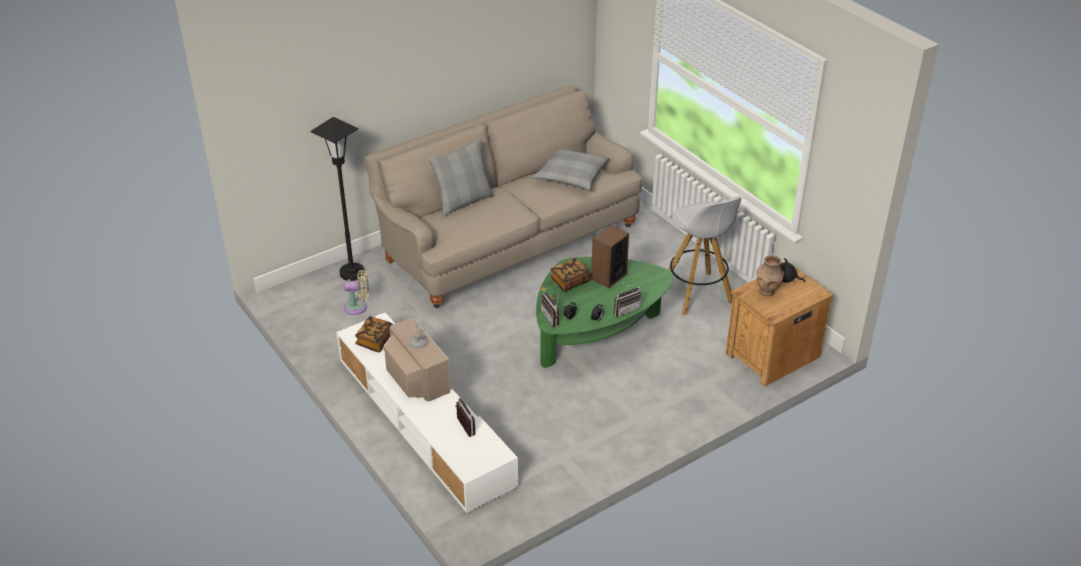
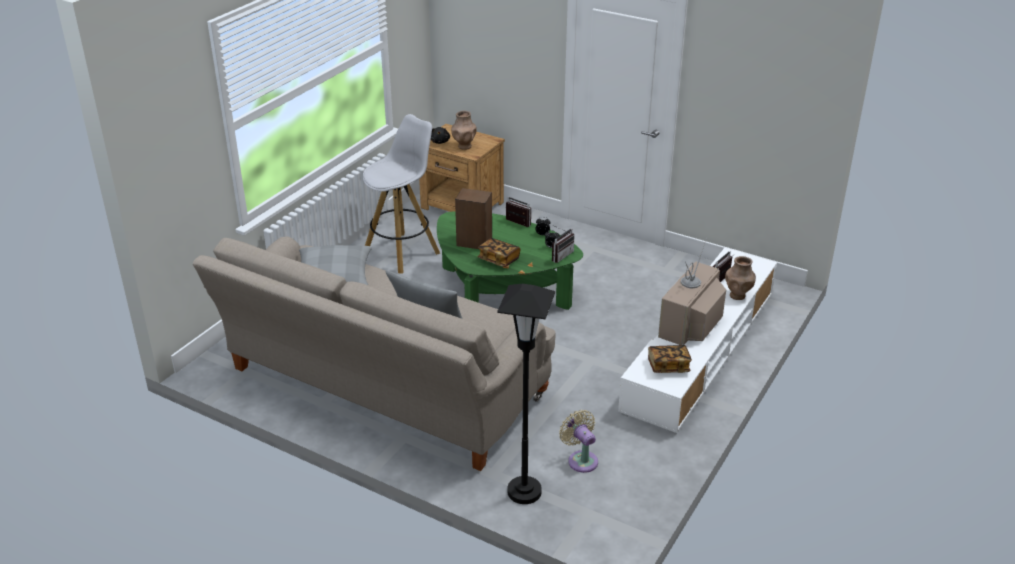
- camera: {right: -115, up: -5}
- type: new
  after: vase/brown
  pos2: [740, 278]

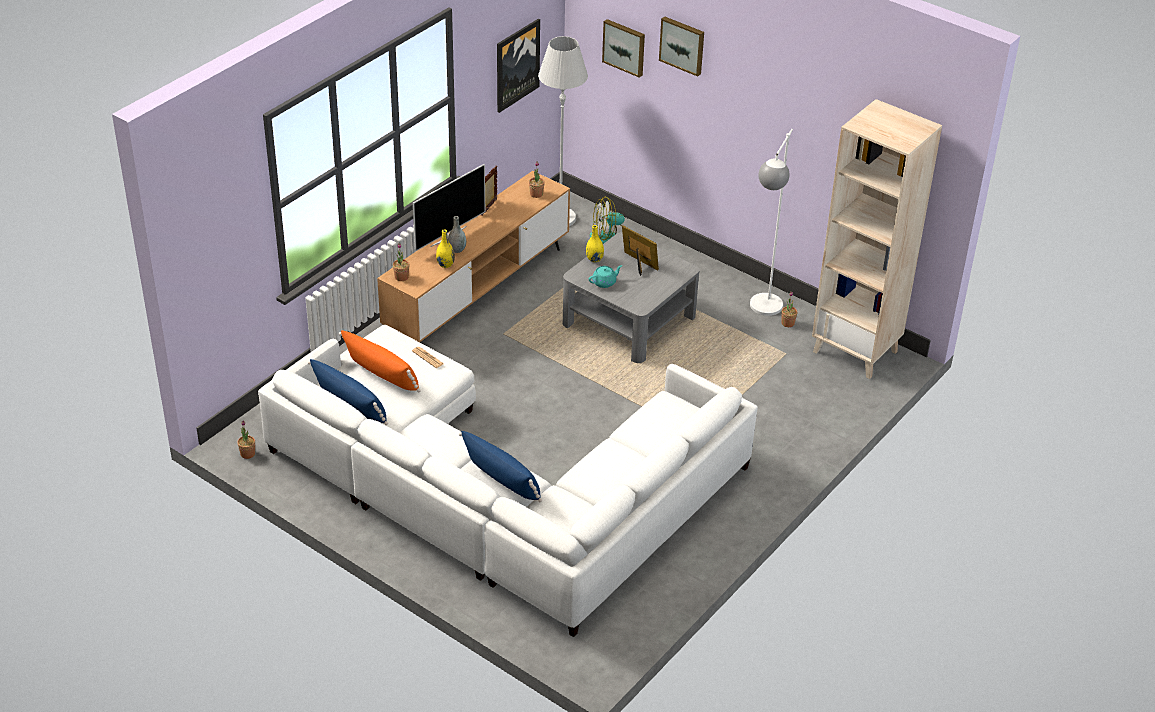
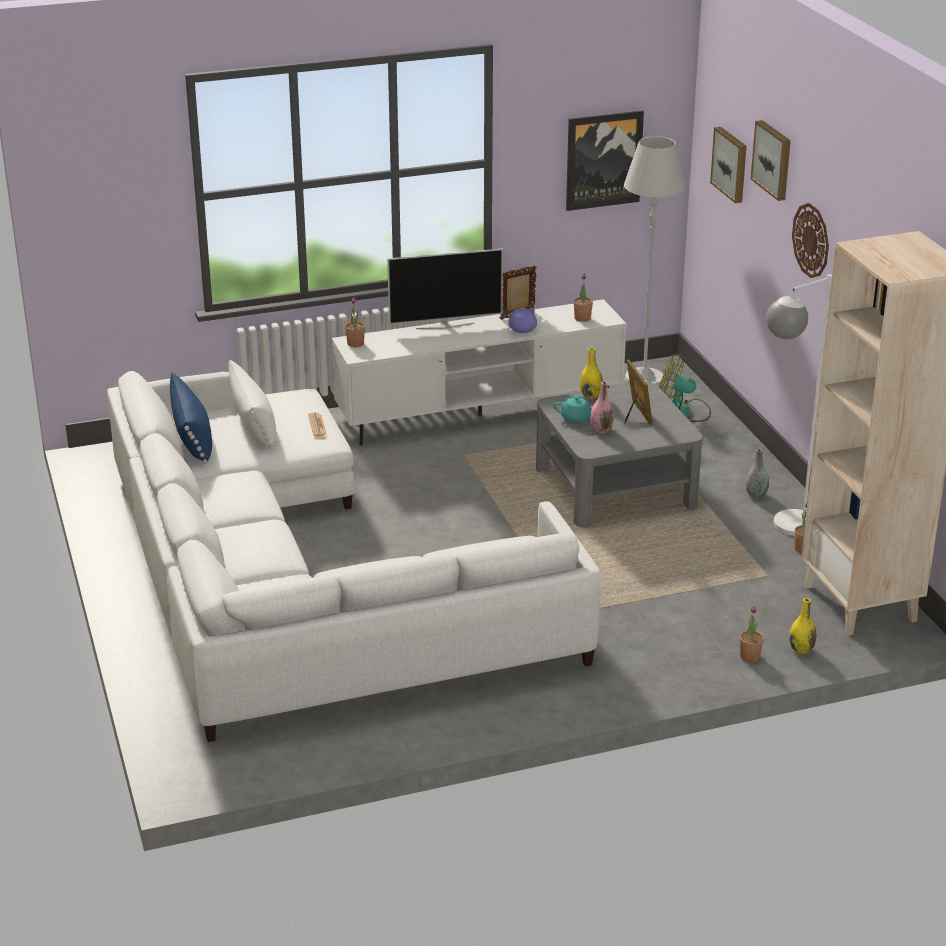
- camera: {right: 35, up: -10}
- type: shifted
  before: potted plant
  pos1: [246, 439]
  pos2: [751, 634]
- type: repainted
  before: pillow/orange
  after: pillow/white
  pos1: [380, 361]
  pos2: [252, 404]
- type: repainted
  before: tv stand/brown
  after: tv stand/white
  pos1: [473, 257]
  pos2: [479, 372]
- type: shifted
  before: vase/yellow
  pos1: [445, 248]
  pos2: [803, 626]
- type: shifted
  before: vase/grey
  pos1: [457, 234]
  pos2: [757, 473]
- type: gone
  before: pillow/blue
  pos1: [500, 466]
- type: new
  after: teapot/purple
  pos2: [522, 320]
- type: new
  after: vase/pink
  pos2: [602, 407]
- type: new
  after: wall clock
  pos2: [810, 240]

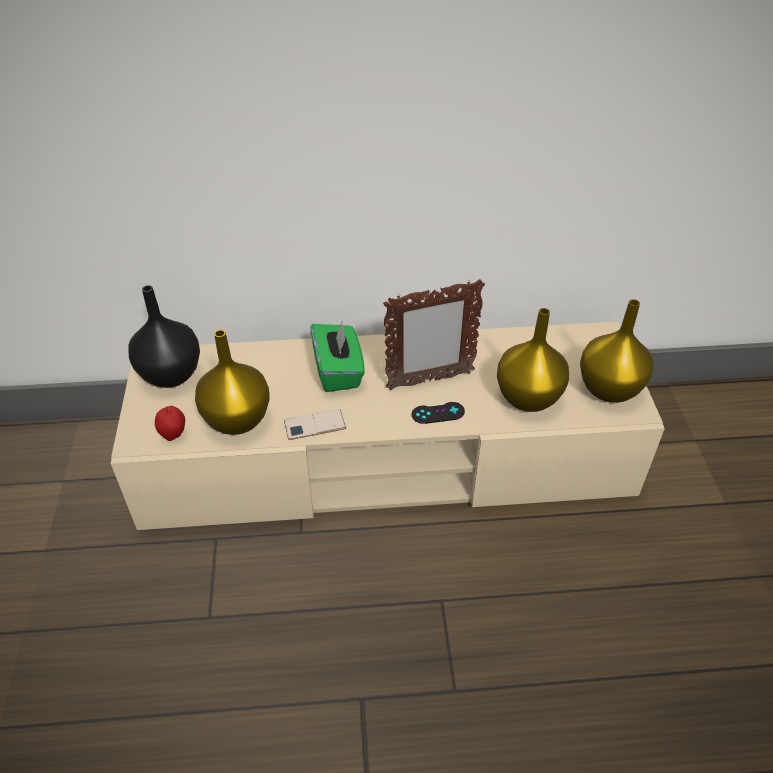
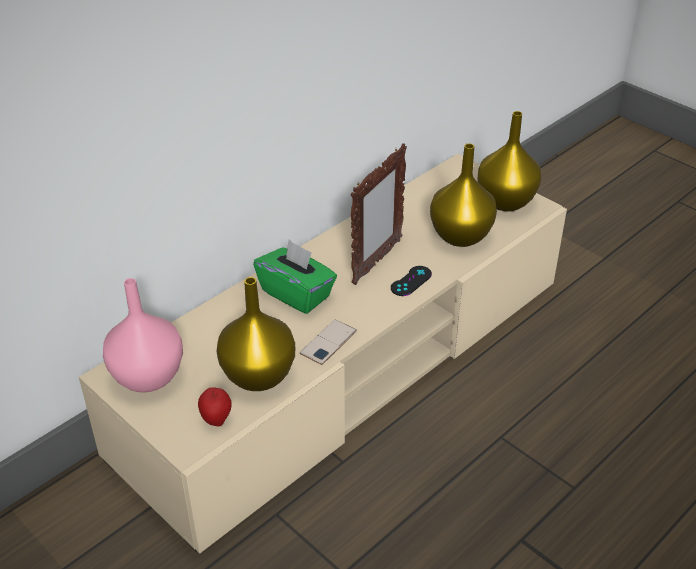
- camera: {right: -40, up: -5}
- type: repainted
  before: vase/black
  after: vase/pink
  pos1: [164, 336]
  pos2: [143, 335]

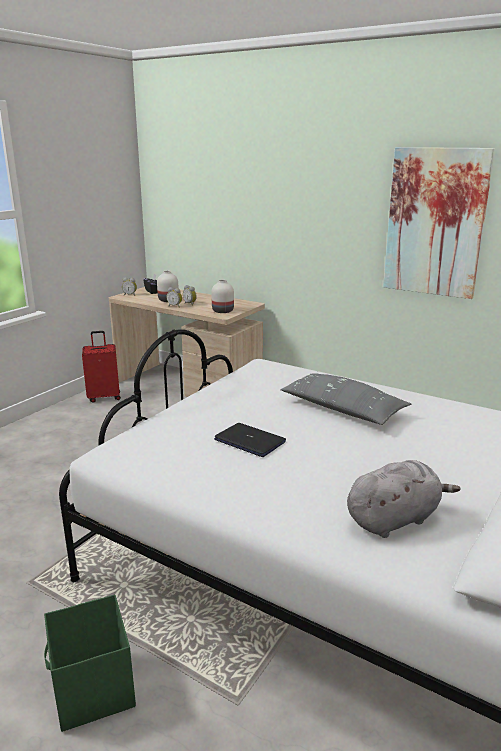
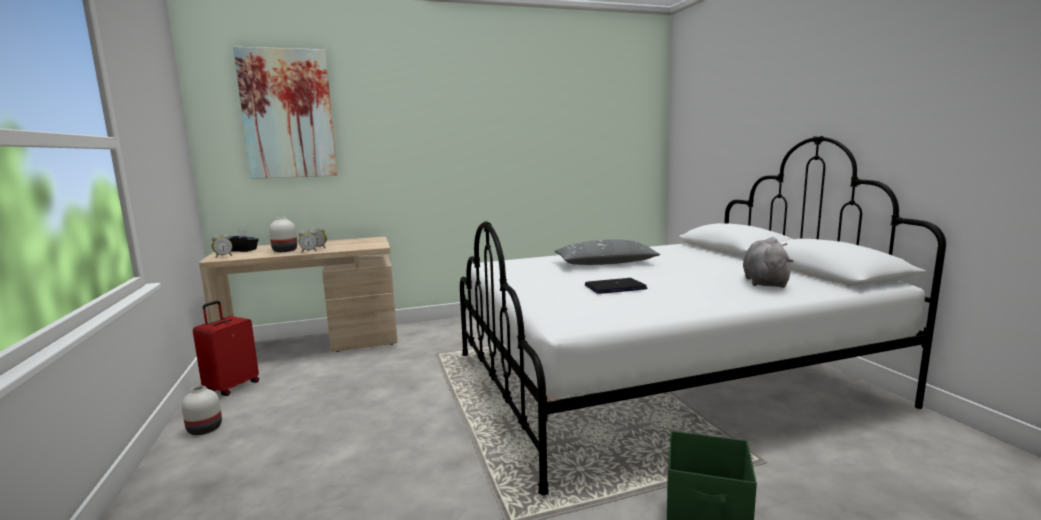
- camera: {right: -50, up: -10}
- type: shifted
  before: vase/white
  pos1: [222, 296]
  pos2: [202, 410]
- type: shifted
  before: picture
  pos1: [439, 223]
  pos2: [285, 113]

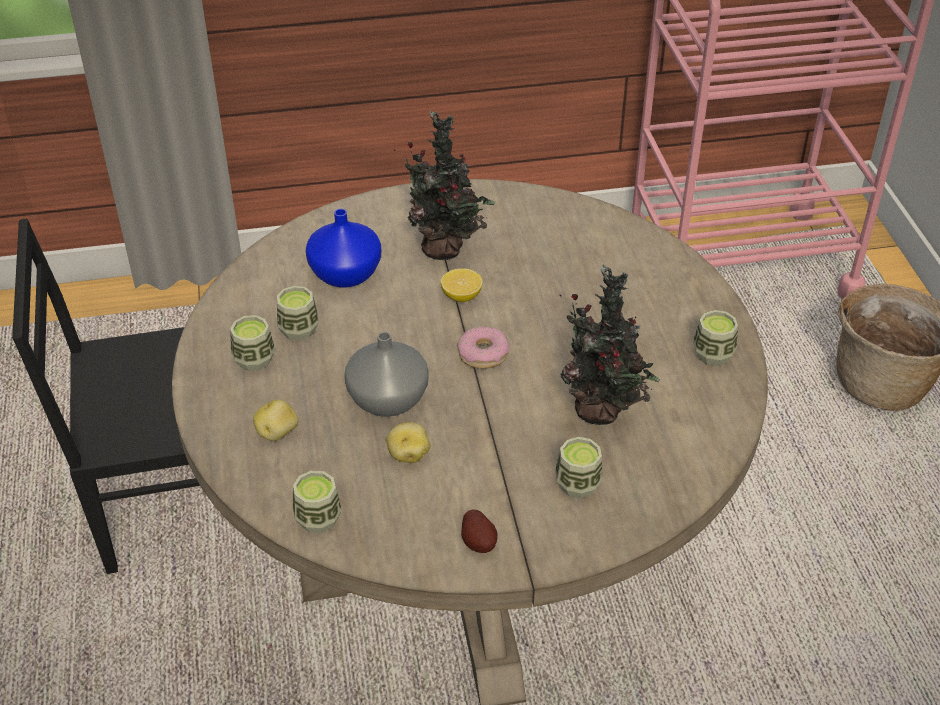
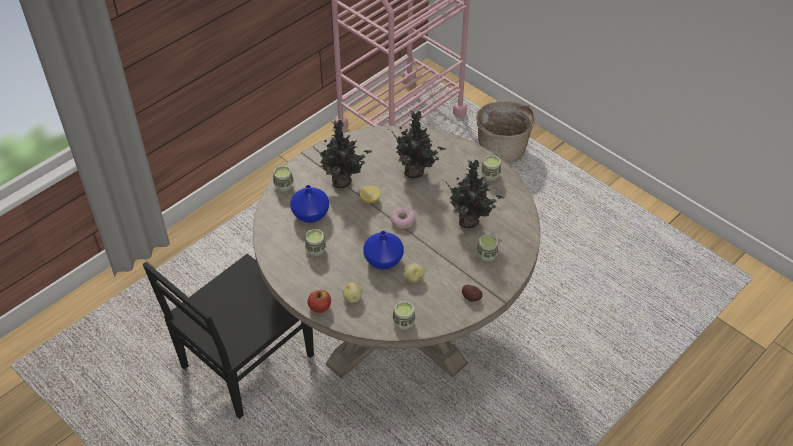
- camera: {right: -35, up: 5}
- type: shifted
  before: cup
  pos1: [252, 343]
  pos2: [283, 178]
- type: repainted
  before: vase/grey
  after: vase/blue
  pos1: [386, 374]
  pos2: [383, 250]
- type: new
  after: apple
  pos2: [319, 301]
- type: new
  after: potted plant
  pos2: [419, 145]

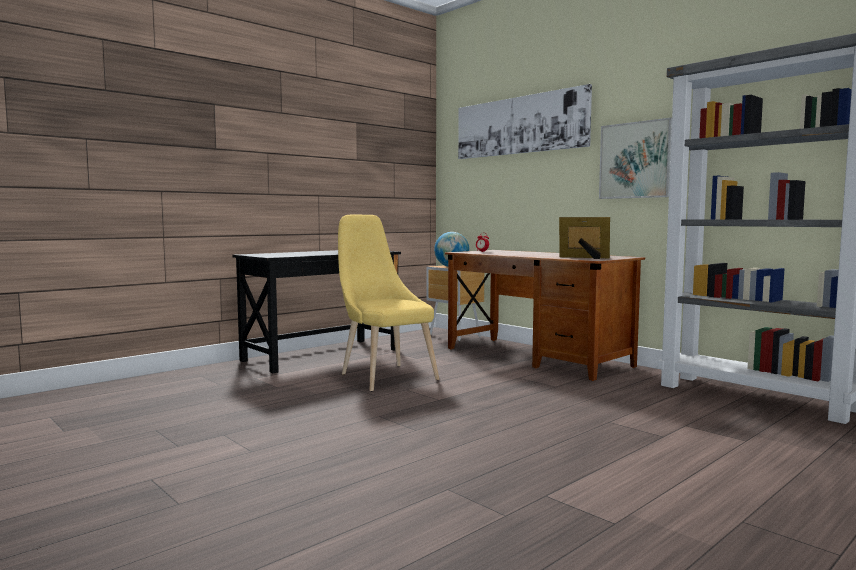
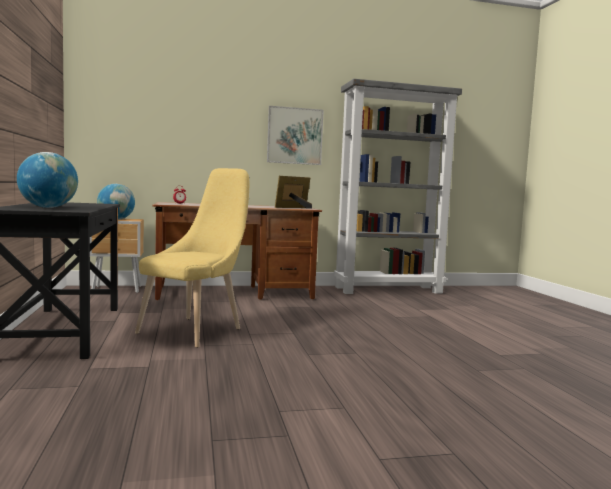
- camera: {right: -60, up: 0}
- type: rotated
  before: chair/yellow
  pos1: [388, 303]
  pos2: [192, 258]
  turn: 120
- type: gone
  before: picture
  pos1: [525, 121]
- type: new
  after: globe
  pos2: [47, 180]

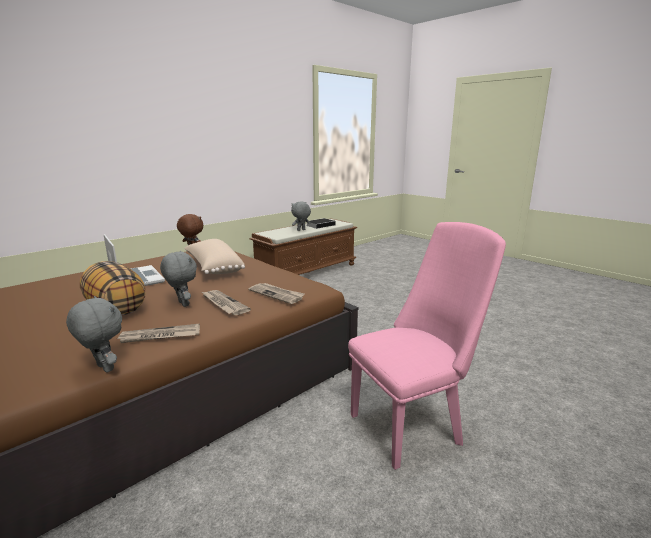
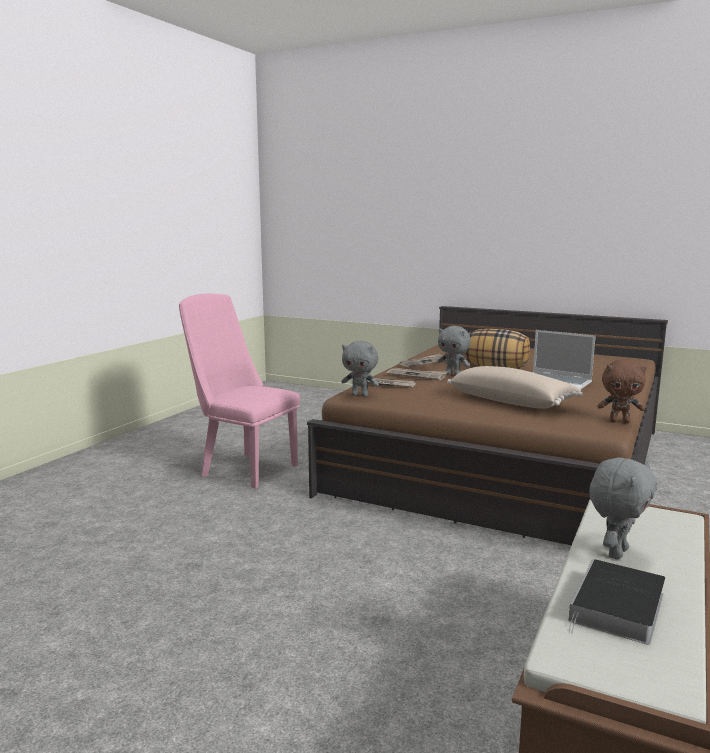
- camera: {right: 160, up: -5}
- type: shifted
  before: plush toy/grey
  pos1: [94, 334]
  pos2: [360, 369]
- type: rotated
  before: chair/pink
  pos1: [427, 346]
  pos2: [239, 391]
  turn: 75

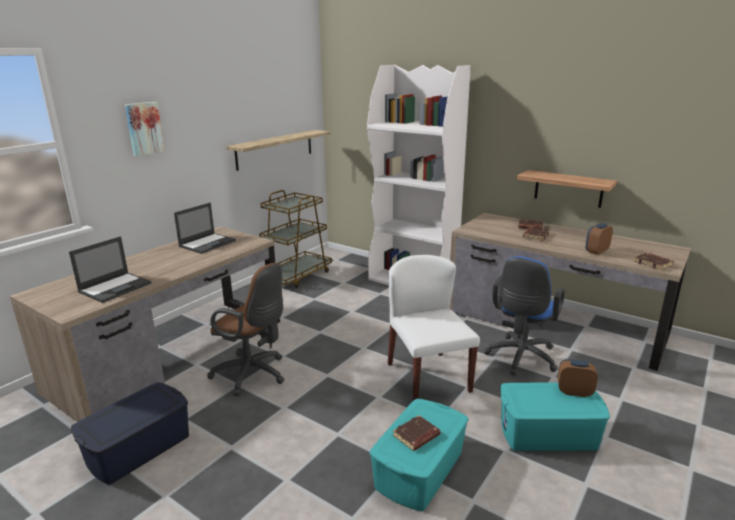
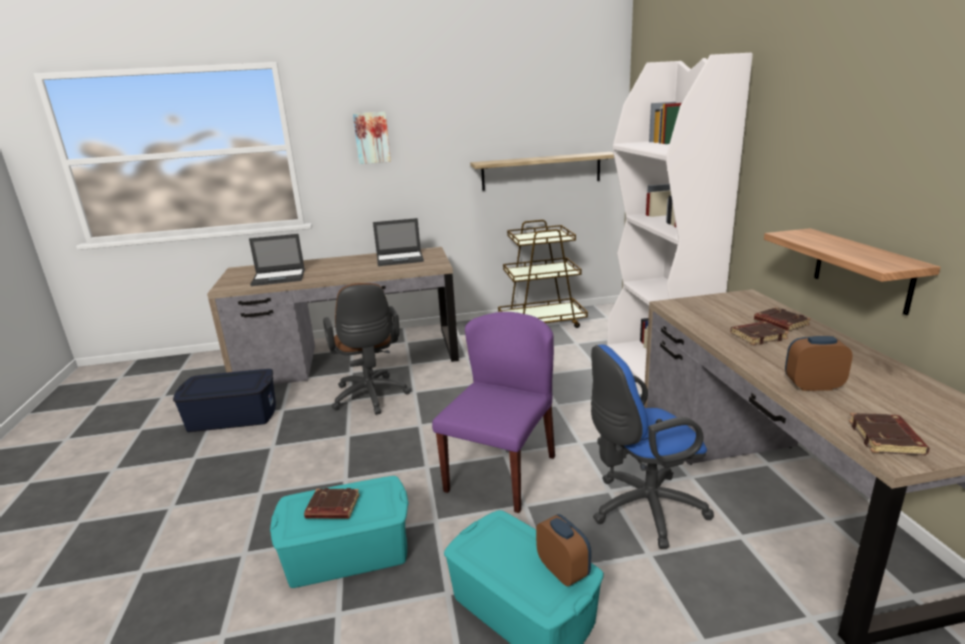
- camera: {right: 45, up: 0}
- type: repainted
  before: chair/white
  after: chair/purple
  pos1: [434, 328]
  pos2: [493, 412]

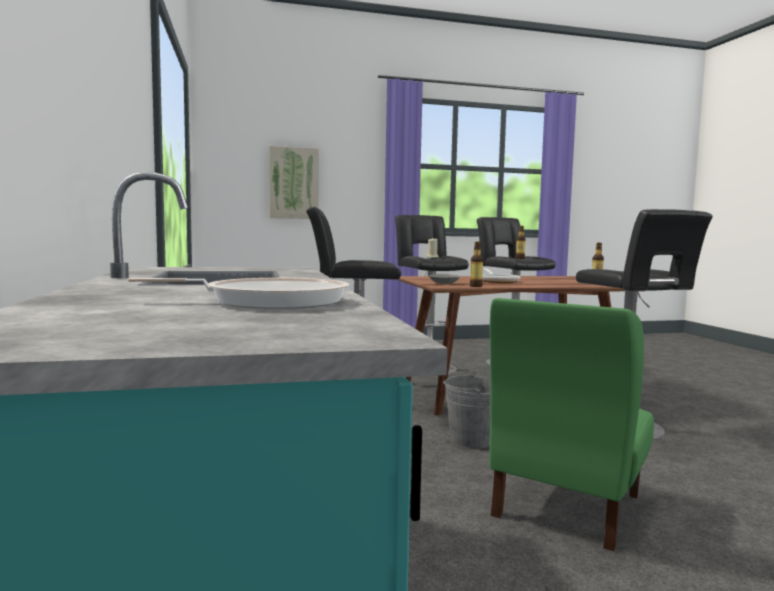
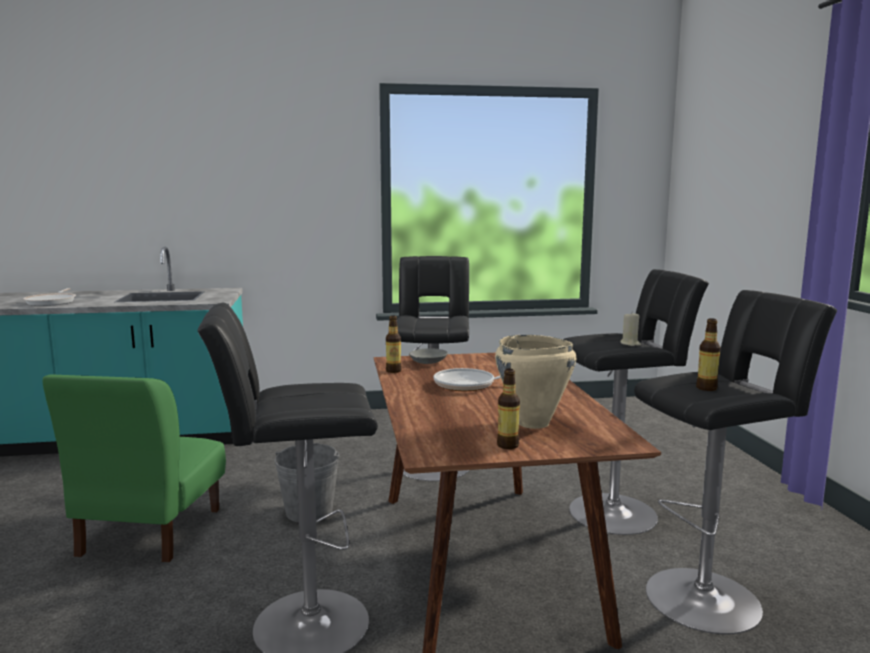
- camera: {right: 95, up: 5}
- type: gone
  before: picture
  pos1: [294, 182]
- type: rotated
  before: chair/green
  pos1: [571, 424]
  pos2: [134, 468]
  turn: -120
- type: new
  after: cooking pot/beige
  pos2: [535, 382]

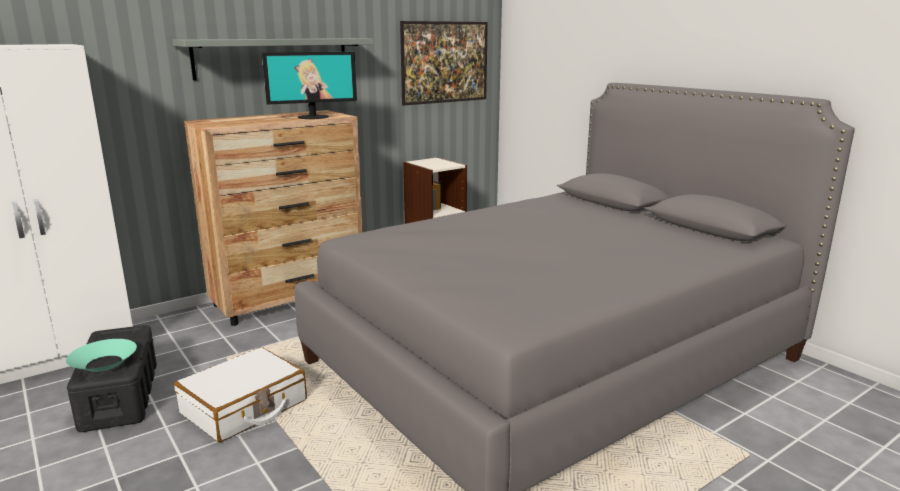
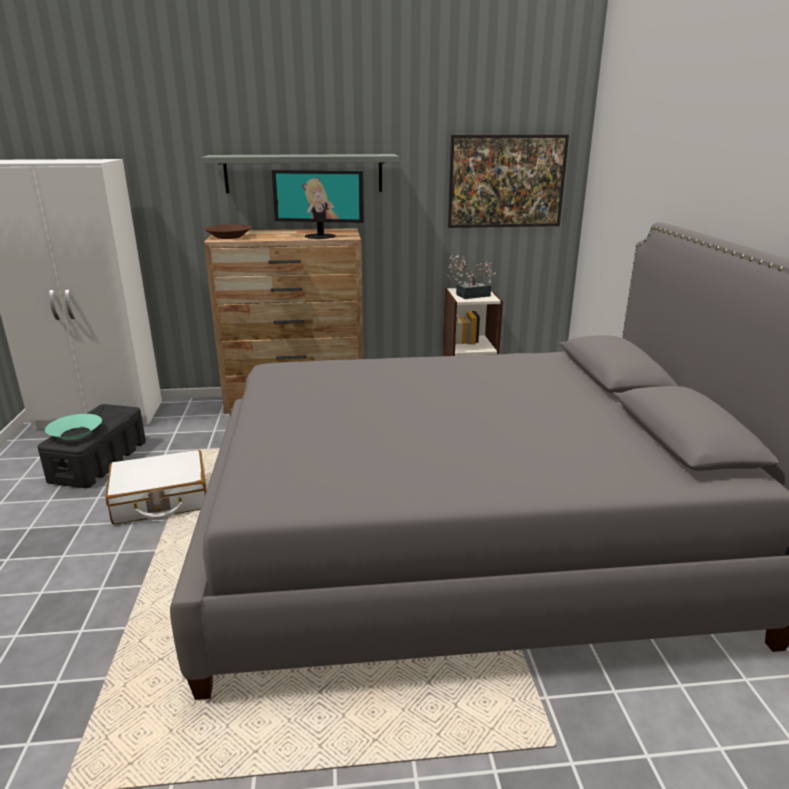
- camera: {right: 30, up: 5}
- type: new
  after: bowl/brown
  pos2: [228, 231]
- type: new
  after: potted plant
  pos2: [471, 276]

